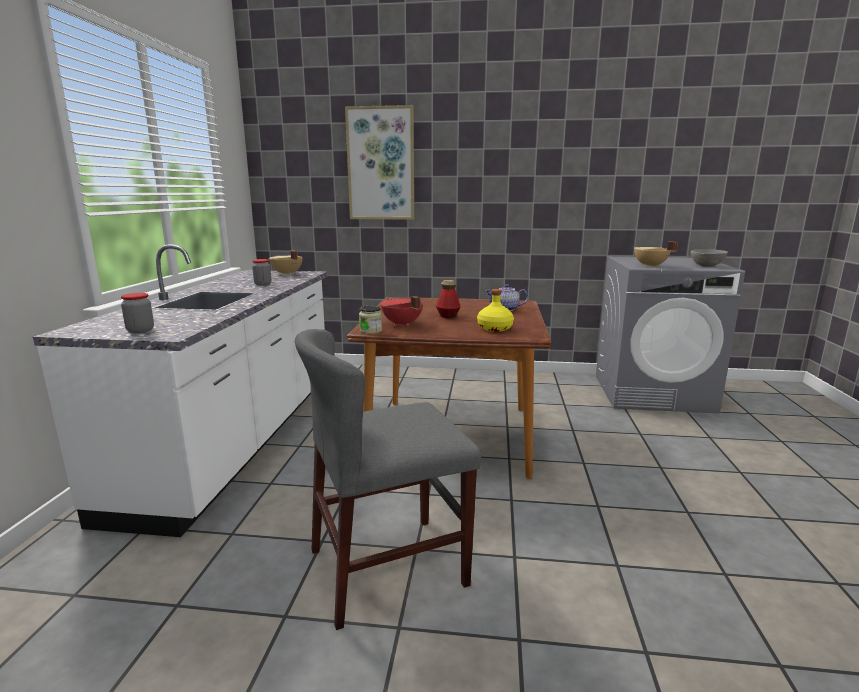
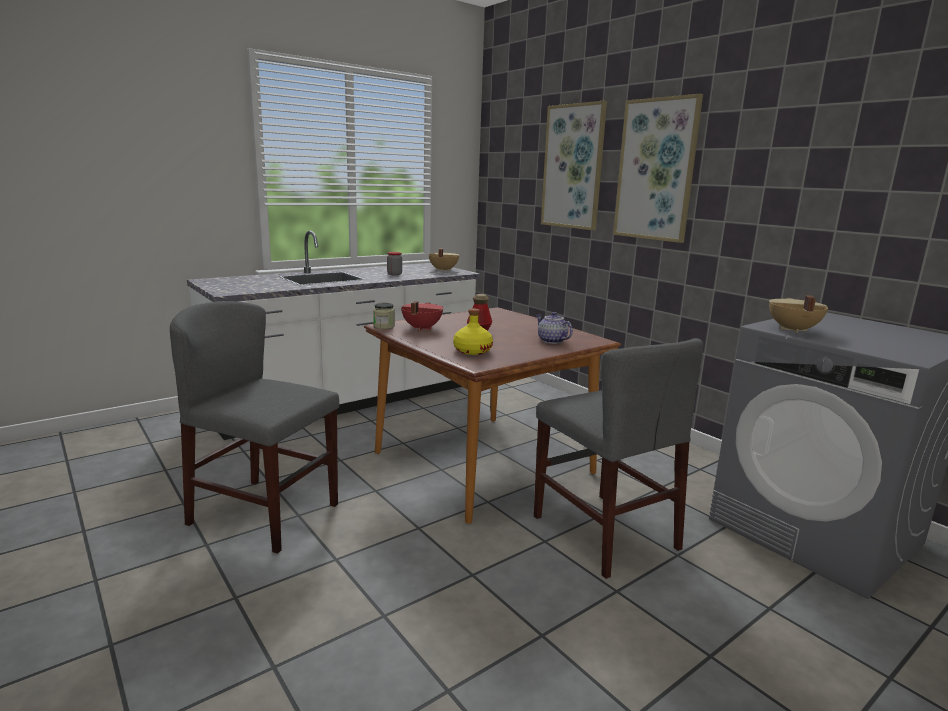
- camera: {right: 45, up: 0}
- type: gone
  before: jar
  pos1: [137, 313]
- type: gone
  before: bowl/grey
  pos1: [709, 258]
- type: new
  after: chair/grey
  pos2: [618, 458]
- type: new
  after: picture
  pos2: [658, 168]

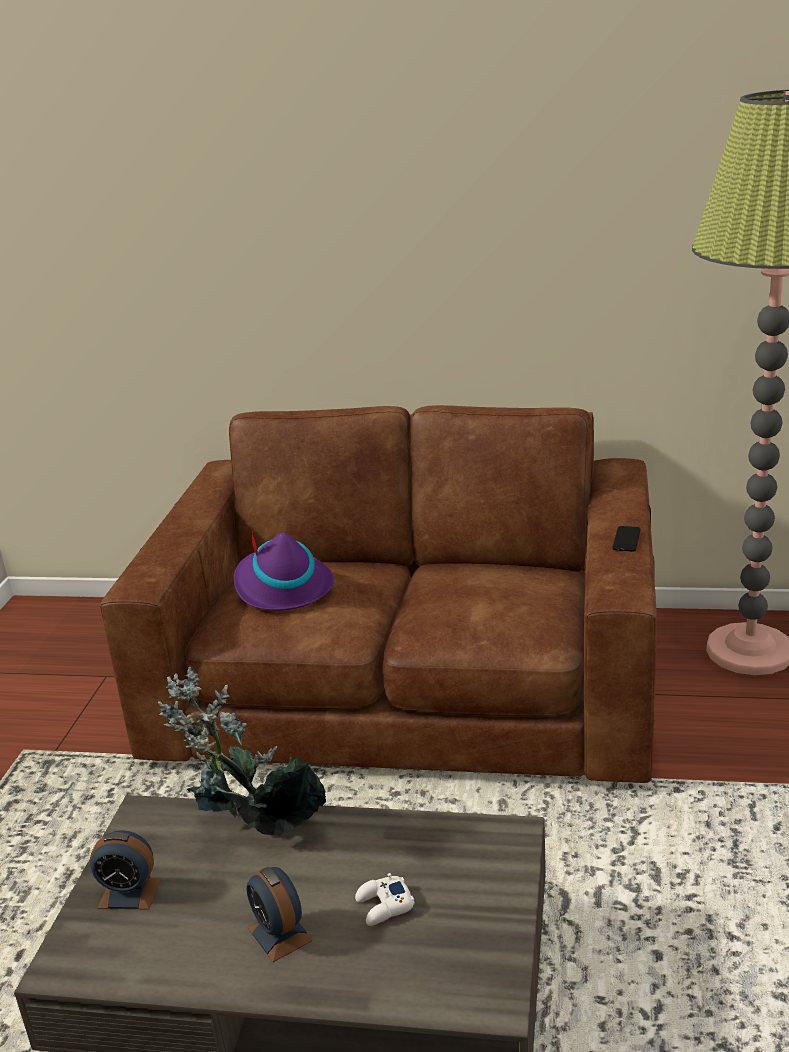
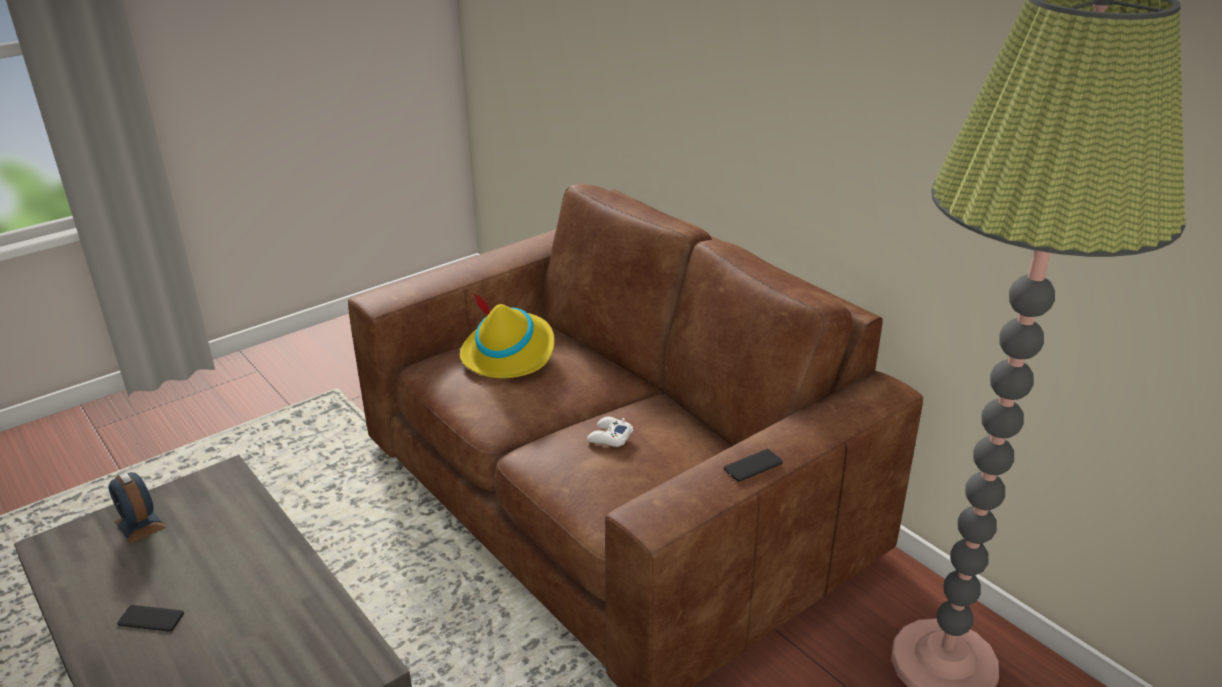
- camera: {right: 40, up: 5}
- type: gone
  before: potted plant
  pos1: [242, 751]
- type: repainted
  before: hat/purple
  after: hat/yellow
  pos1: [284, 571]
  pos2: [507, 335]
- type: swapped
  before: alarm clock
  after: phone
  pos1: [280, 914]
  pos2: [150, 618]
- type: shifted
  before: game controller/white
  pos1: [385, 899]
  pos2: [610, 432]

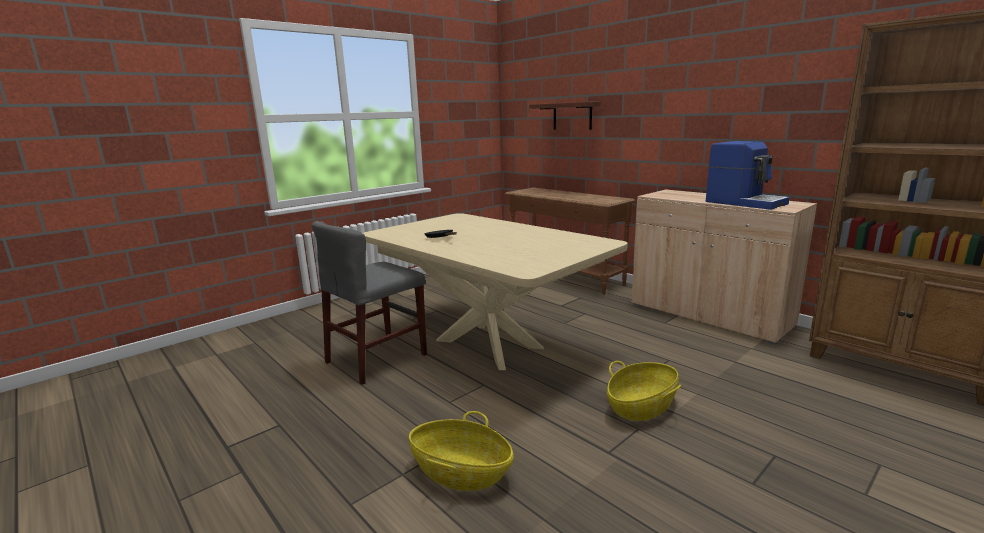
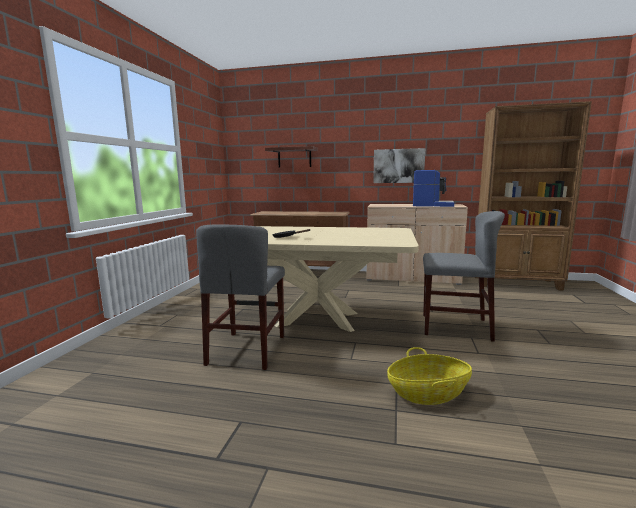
- camera: {right: -35, up: -5}
- type: swapped
  before: basket
  after: chair/grey
  pos1: [644, 391]
  pos2: [464, 276]
- type: new
  after: picture
  pos2: [399, 165]

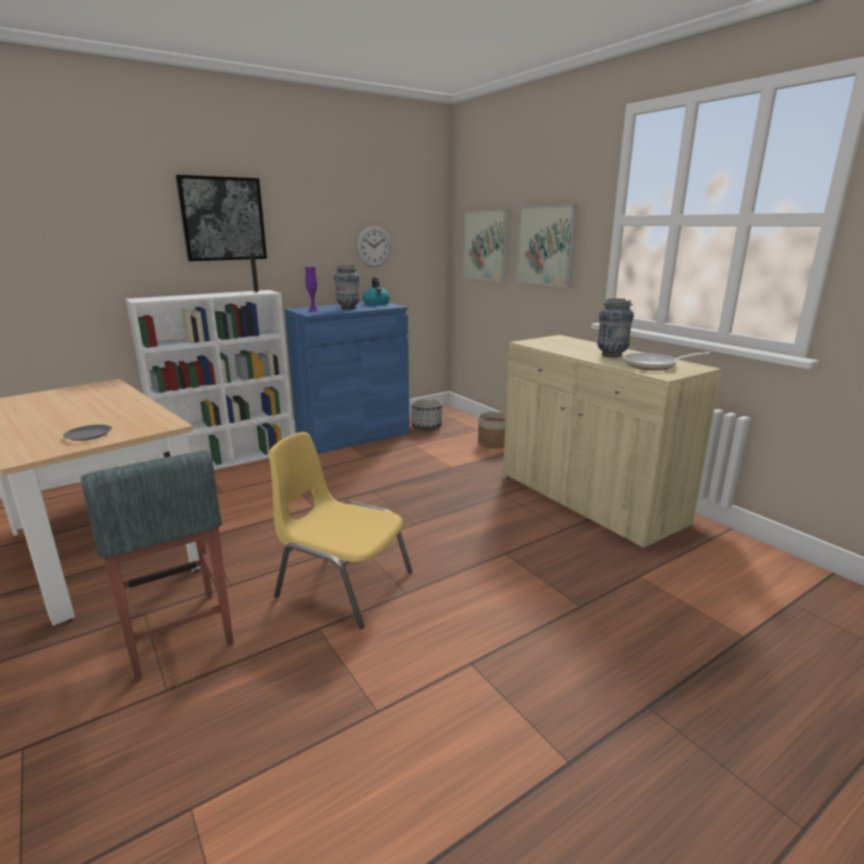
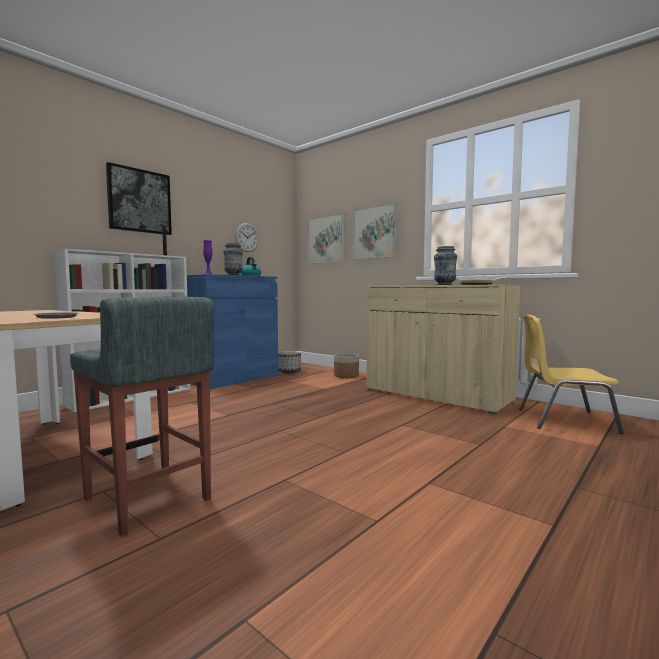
- camera: {right: -15, up: -15}
- type: shifted
  before: chair/yellow
  pos1: [340, 530]
  pos2: [571, 374]

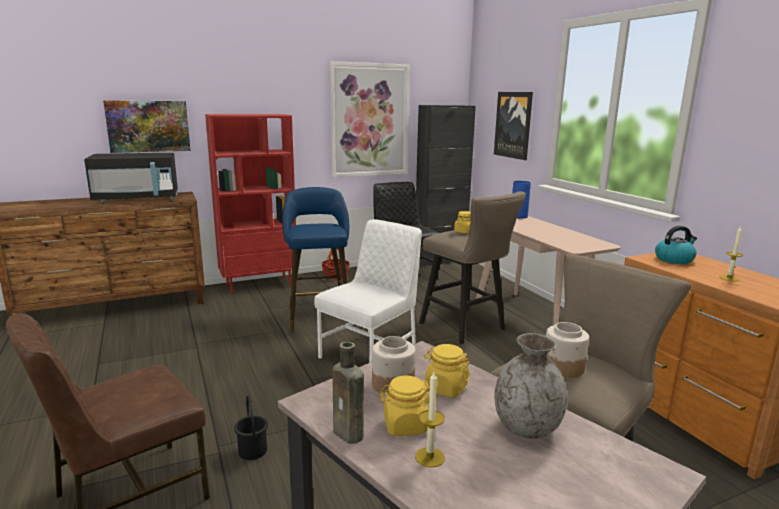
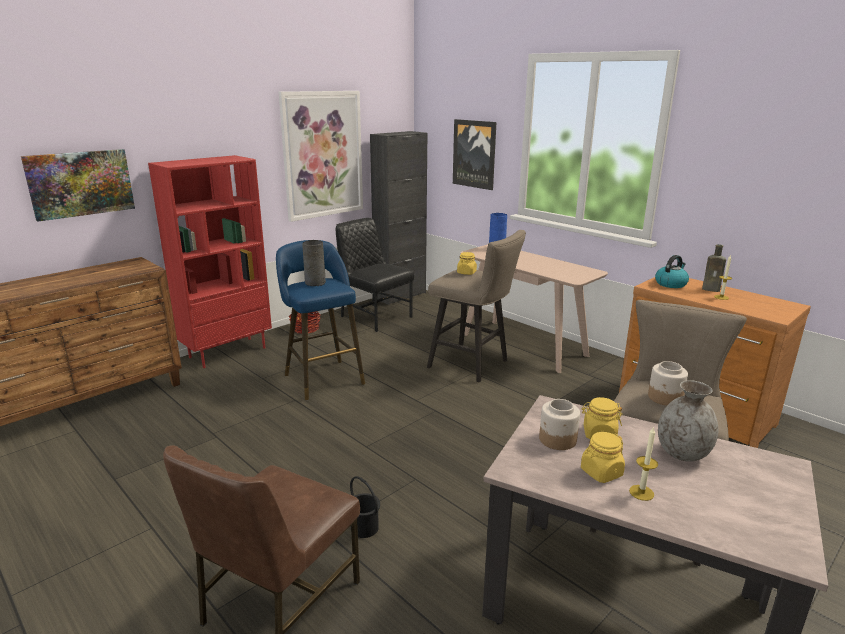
- camera: {right: -20, up: 5}
- type: gone
  before: microwave/black
  pos1: [131, 177]
- type: gone
  before: chair/white
  pos1: [368, 291]
- type: shifted
  before: bottle/brown
  pos1: [348, 393]
  pos2: [714, 268]
- type: new
  after: vase/grey
  pos2: [314, 263]

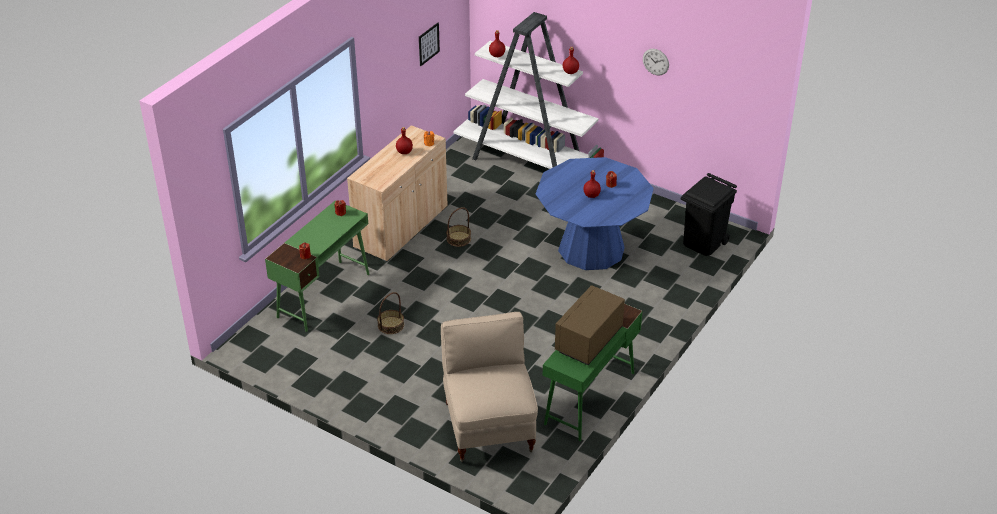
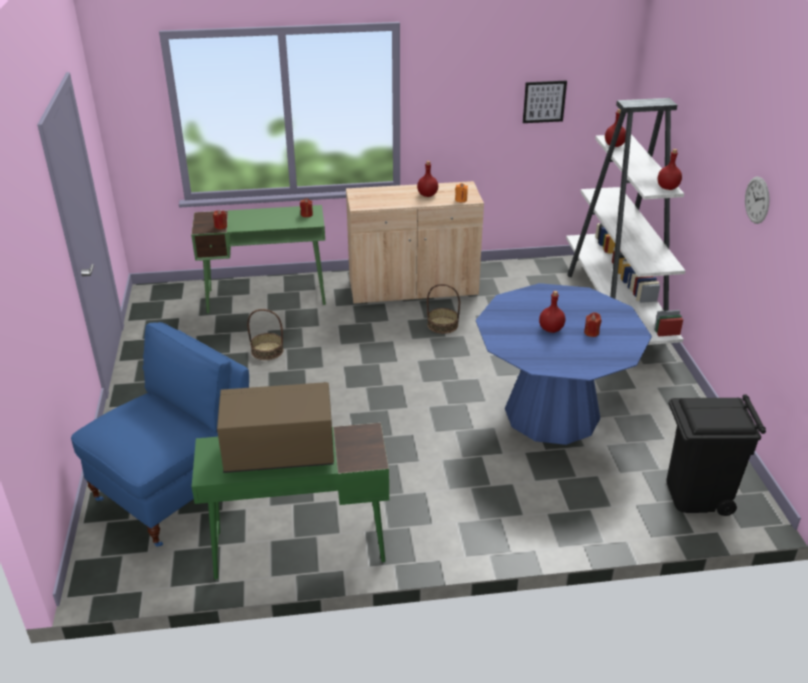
- camera: {right: 50, up: -5}
- type: repainted
  before: chair/beige
  after: chair/blue
  pos1: [489, 387]
  pos2: [160, 434]

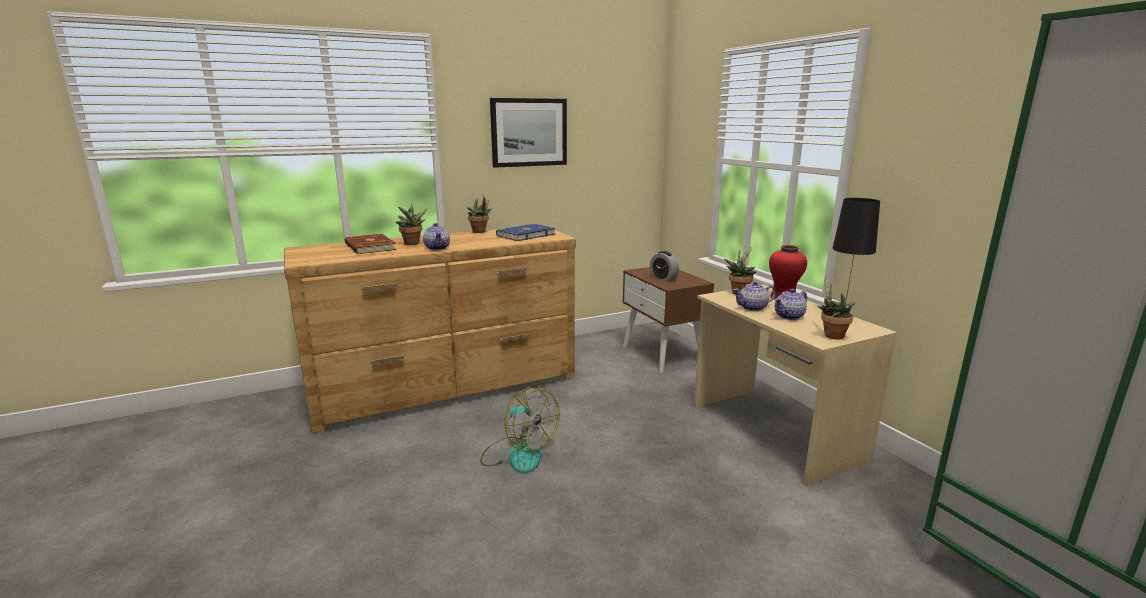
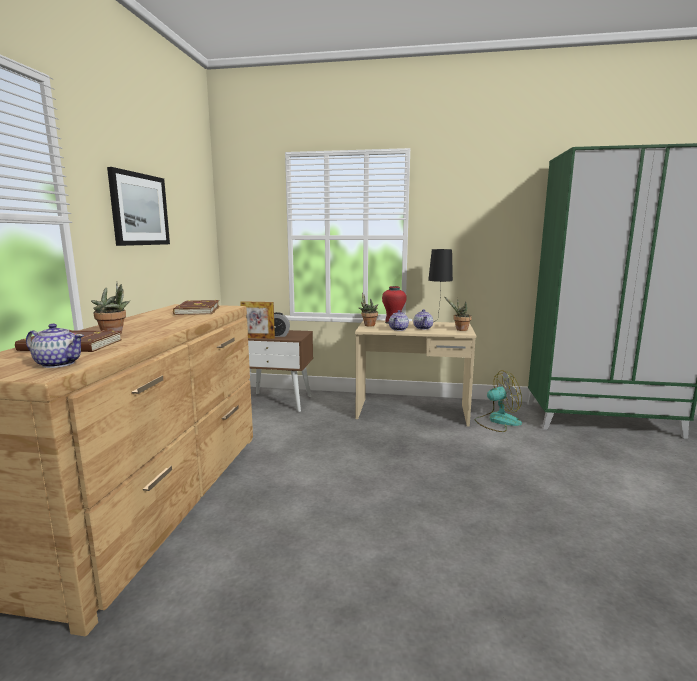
- camera: {right: -55, up: -5}
- type: shifted
  before: teapot
  pos1: [436, 236]
  pos2: [55, 346]
- type: gone
  before: potted plant
  pos1: [480, 214]
- type: shifted
  before: fan
  pos1: [520, 429]
  pos2: [498, 401]
- type: repainted
  before: book/blue
  after: book/brown
  pos1: [526, 232]
  pos2: [196, 307]
- type: new
  after: picture frame
  pos2: [257, 320]

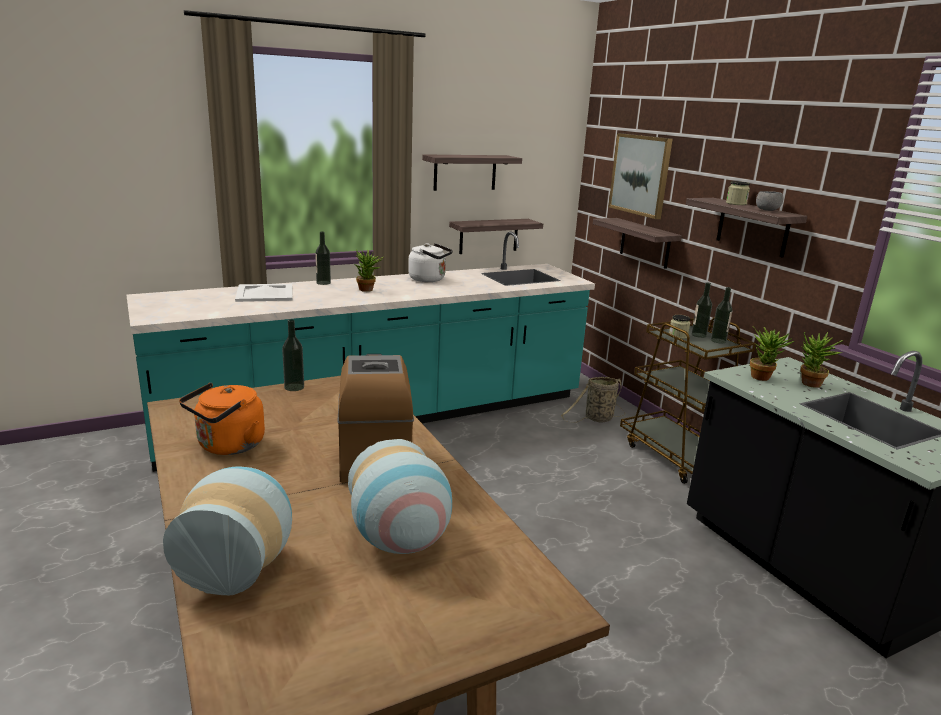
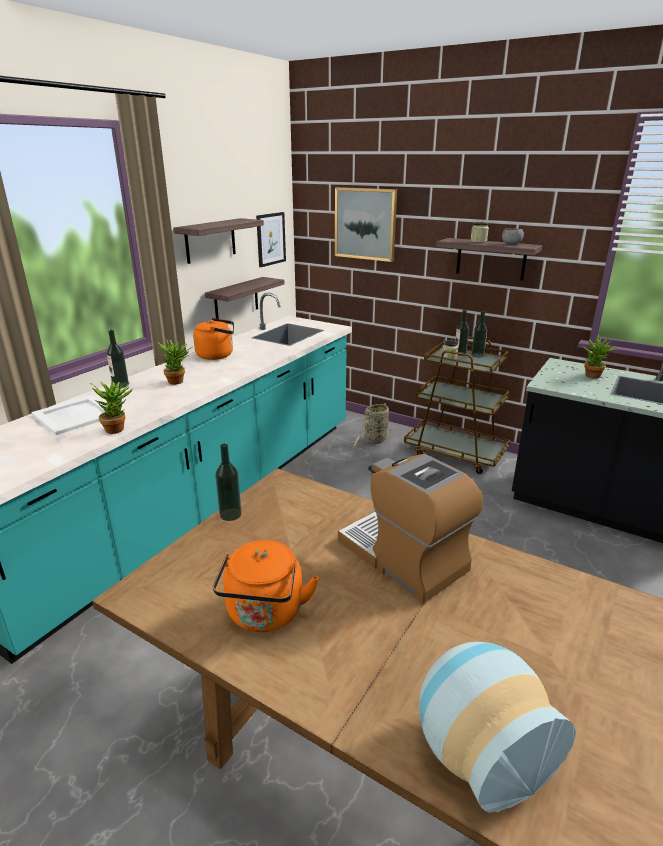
- camera: {right: -30, up: 5}
- type: gone
  before: vase
  pos1: [400, 496]
- type: repainted
  before: kettle/white
  after: kettle/orange
  pos1: [430, 262]
  pos2: [213, 339]
- type: gone
  before: shelf
  pos1: [637, 243]
- type: shifted
  before: potted plant
  pos1: [772, 353]
  pos2: [111, 408]
- type: new
  after: picture
  pos2: [271, 239]

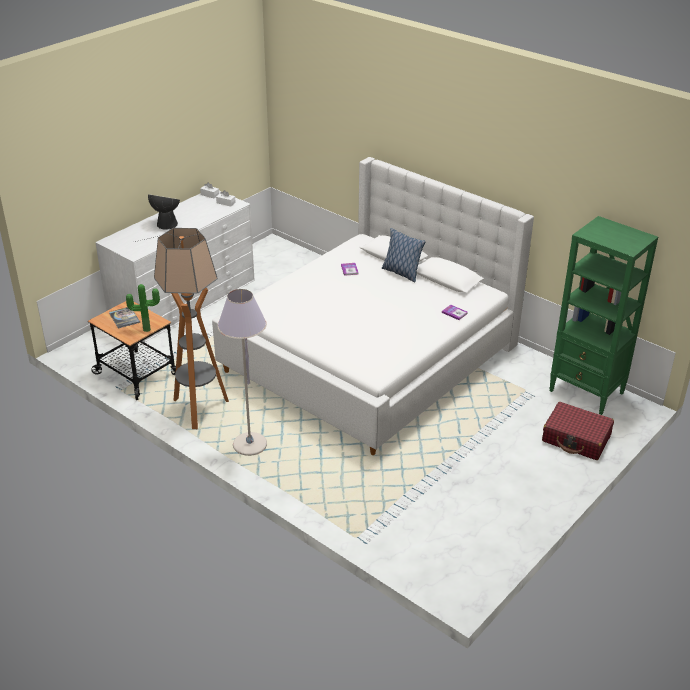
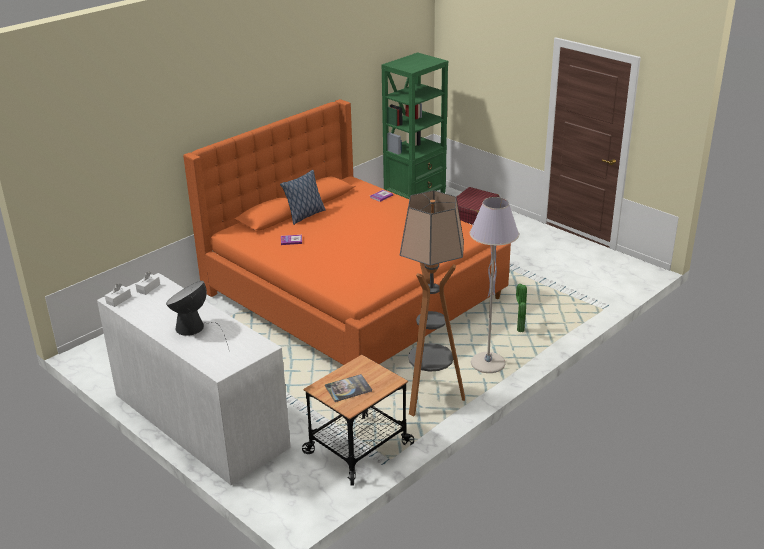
- camera: {right: -85, up: -5}
- type: shifted
  before: potted plant
  pos1: [143, 308]
  pos2: [521, 308]
- type: repainted
  before: bed/white
  after: bed/orange
  pos1: [373, 306]
  pos2: [347, 232]

